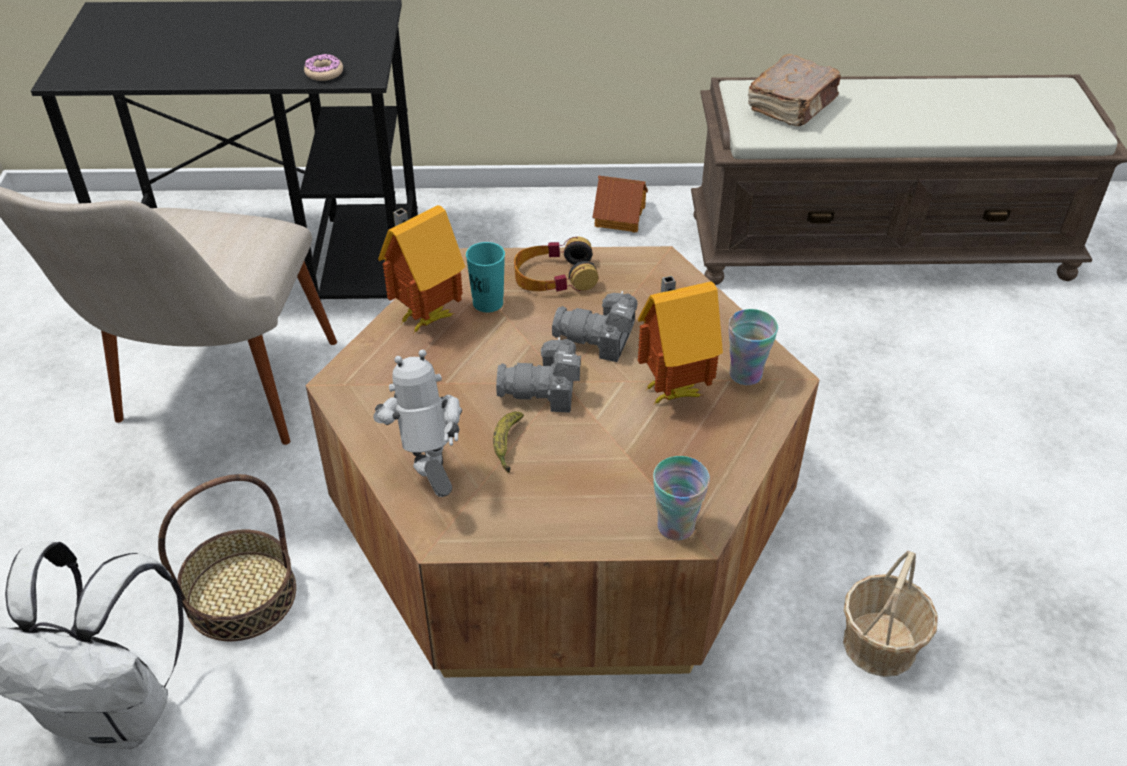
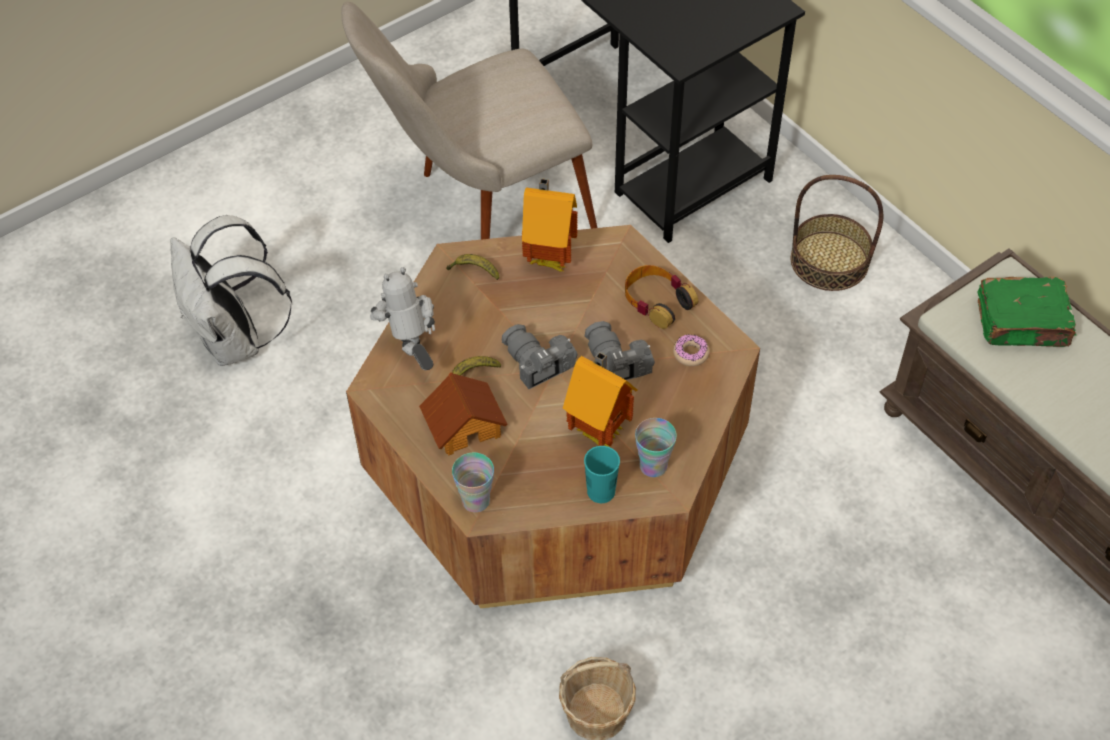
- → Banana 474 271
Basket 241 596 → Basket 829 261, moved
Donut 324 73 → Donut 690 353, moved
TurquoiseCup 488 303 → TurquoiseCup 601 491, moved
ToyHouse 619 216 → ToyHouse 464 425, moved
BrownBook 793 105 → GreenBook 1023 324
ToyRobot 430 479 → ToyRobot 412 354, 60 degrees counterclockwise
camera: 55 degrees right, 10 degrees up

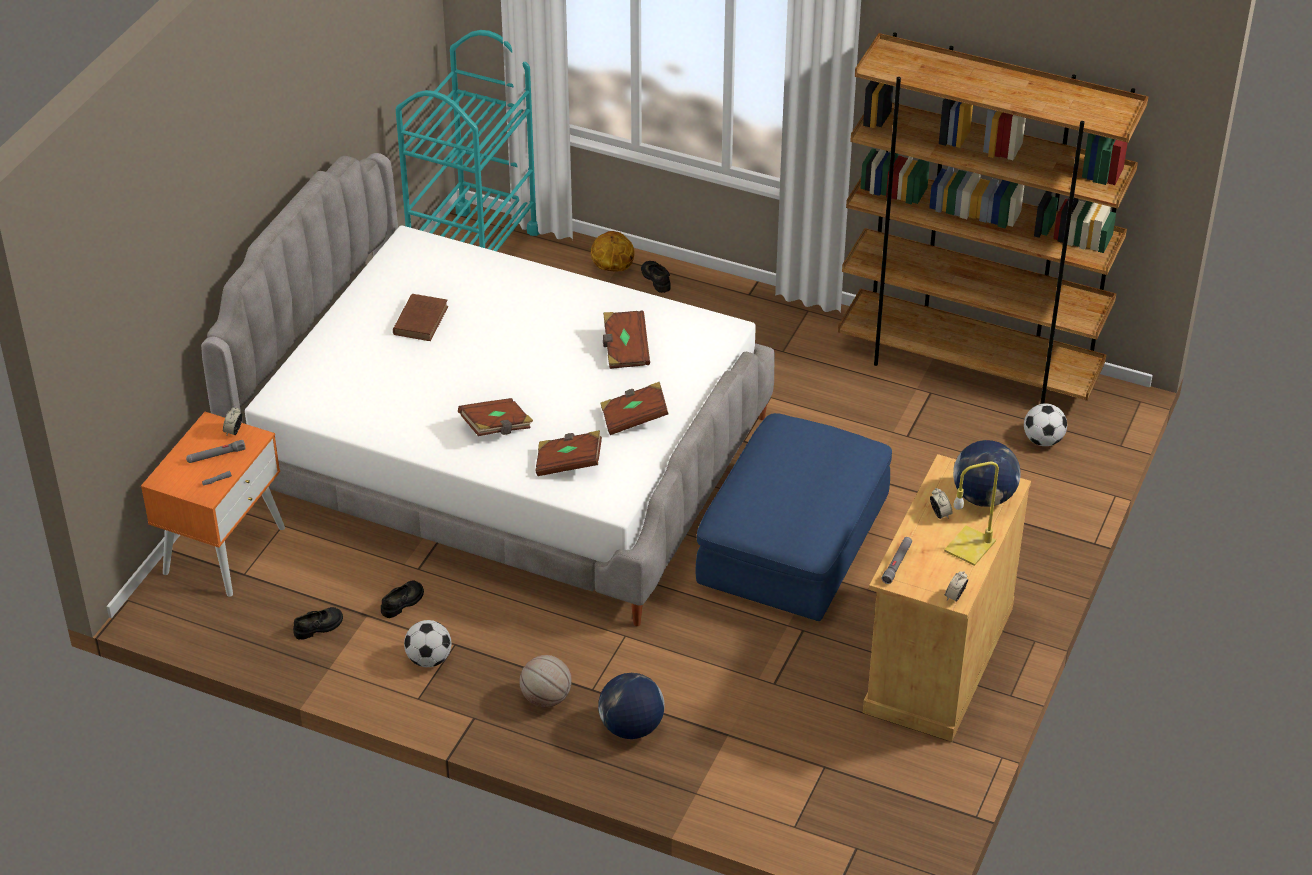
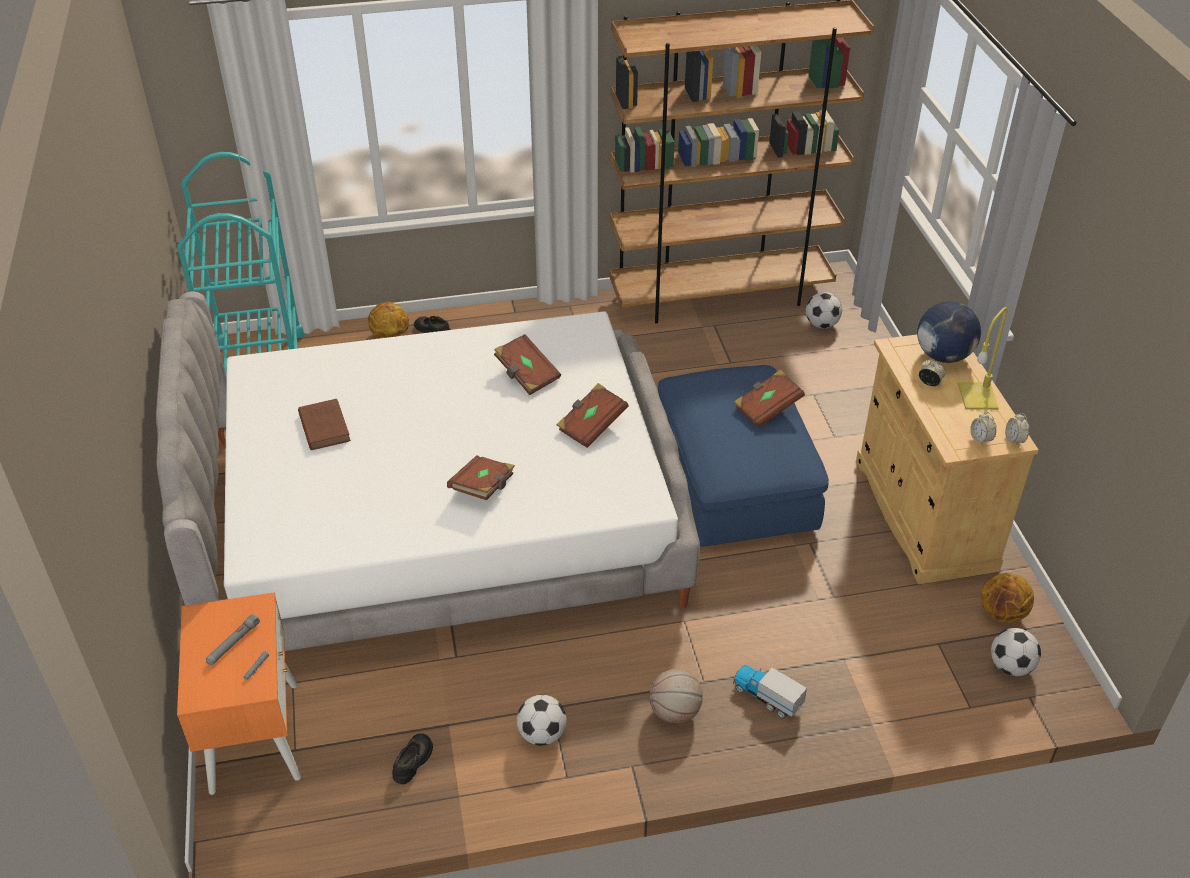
BlackShoe 403 602 → -
GreyFlashlight 897 563 → -
- → Basketball 1002 614
- → Football 1010 666
AlarmClock 234 431 → AlarmClock 980 439, moved
BrownBook 568 463 → BrownBook 767 408, moved
Globe 631 728 → ToyTruck 767 697
camera: 35 degrees left, 0 degrees up

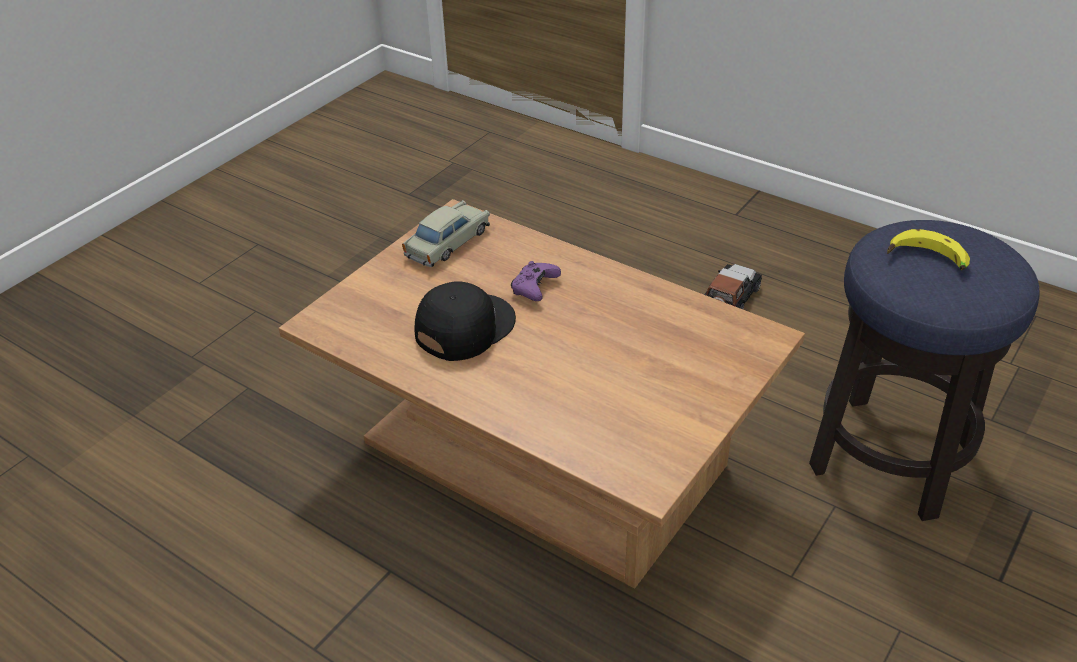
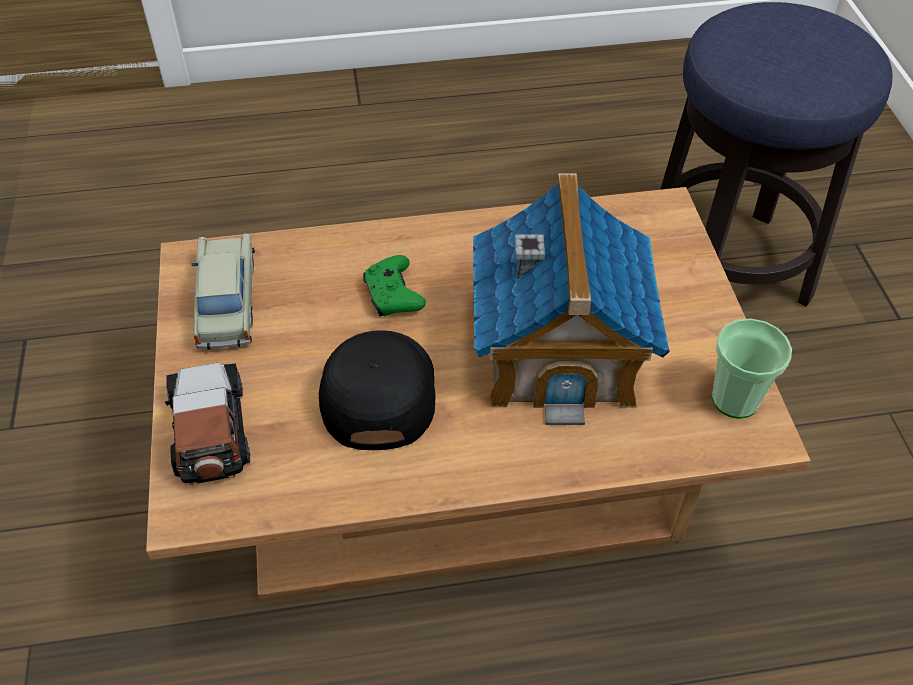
Banana 926 261 → -
- → ToyHouse 559 351
- → Cup 735 399
ToyCar 731 297 → ToyCar 210 431, moved
PurpleGameController 534 288 → GreenGameController 393 296
camera: 45 degrees left, 10 degrees up

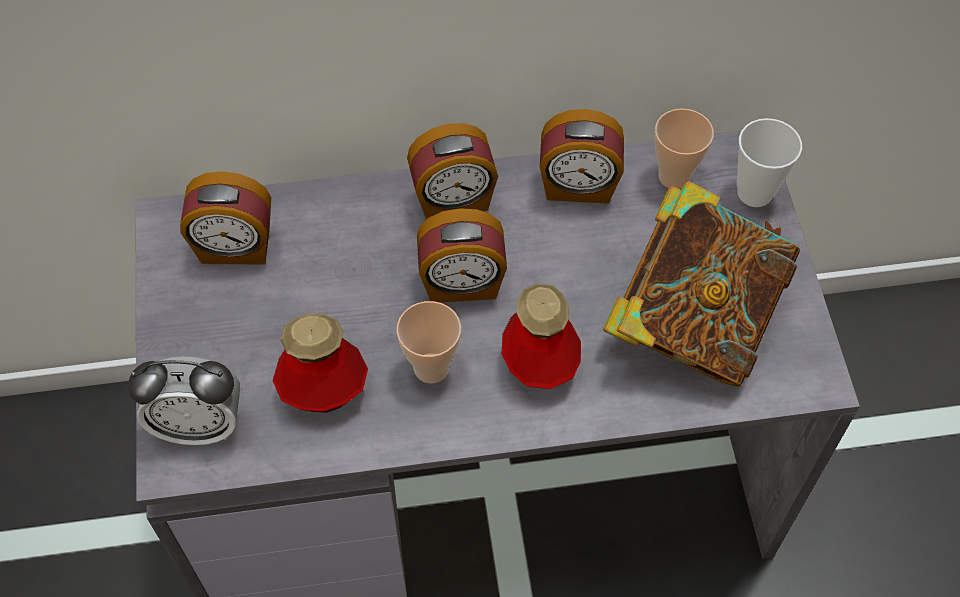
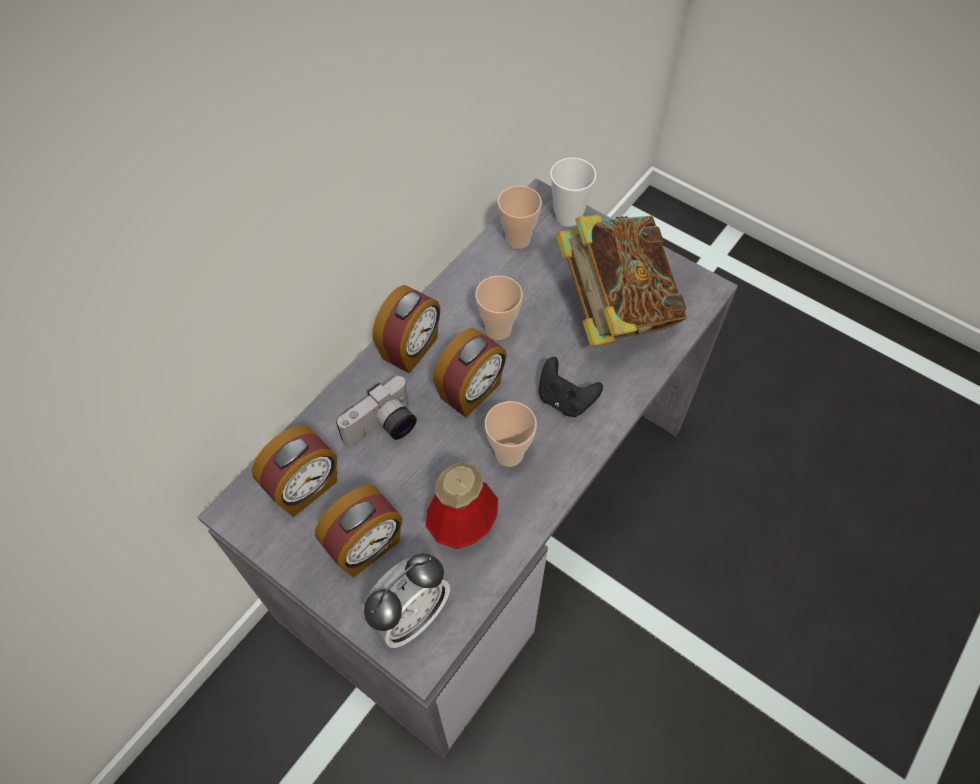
- → PhotoCamera 384 429
- → Cup 498 329
AlarmClock 578 187 → AlarmClock 366 547, moved
Bottle 539 364 → BlackGameController 565 399
camera: 45 degrees left, 0 degrees up

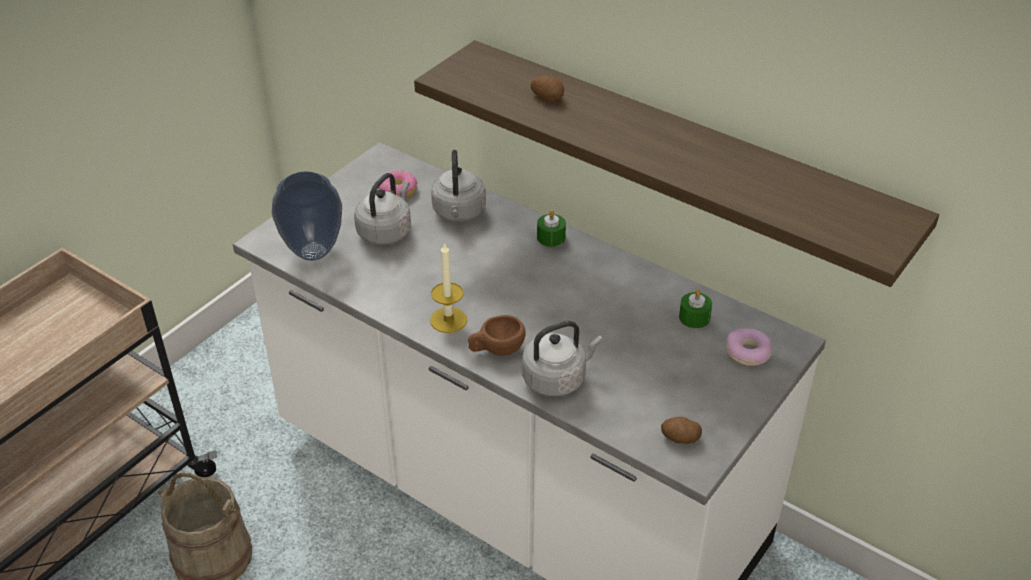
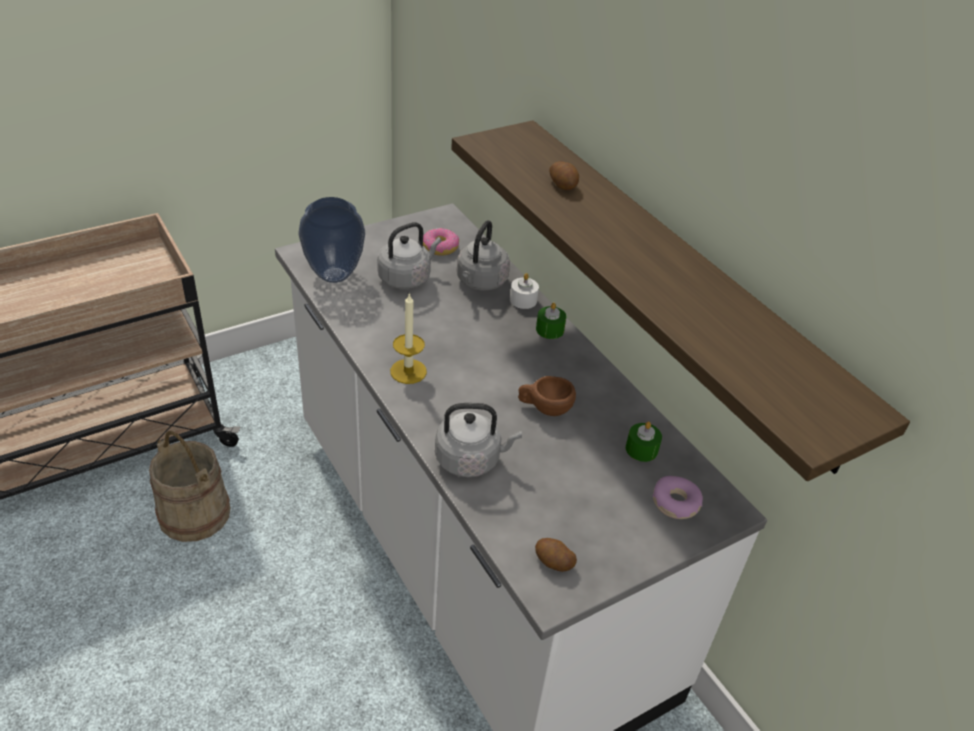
- → WhiteCandle 523 300
BrownCup 496 350 → BrownCup 544 408, moved
camera: 20 degrees right, 0 degrees up

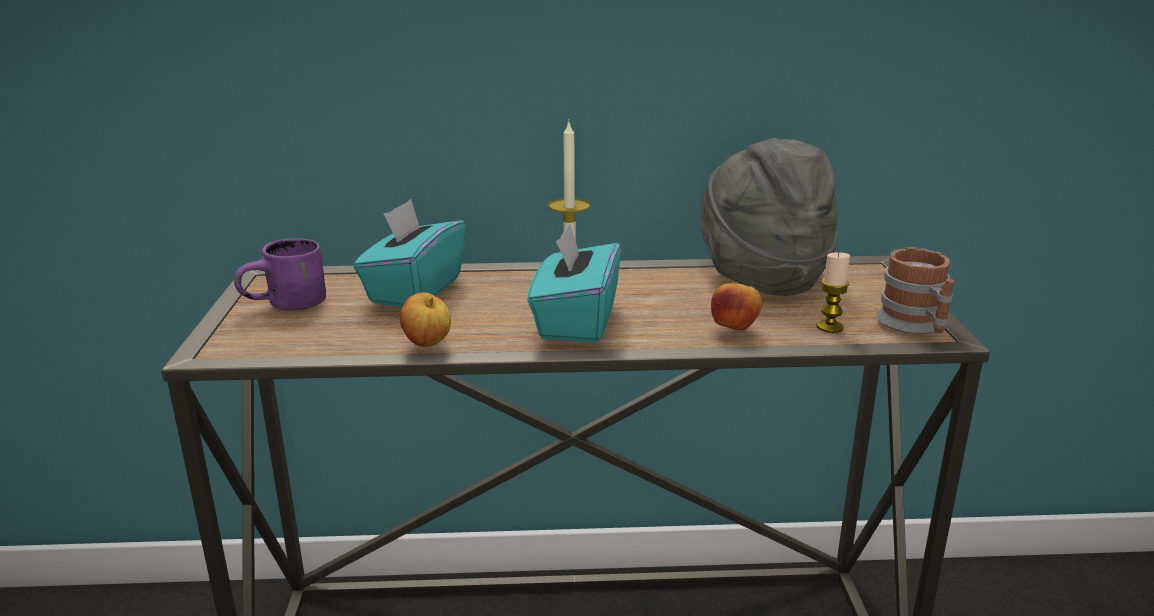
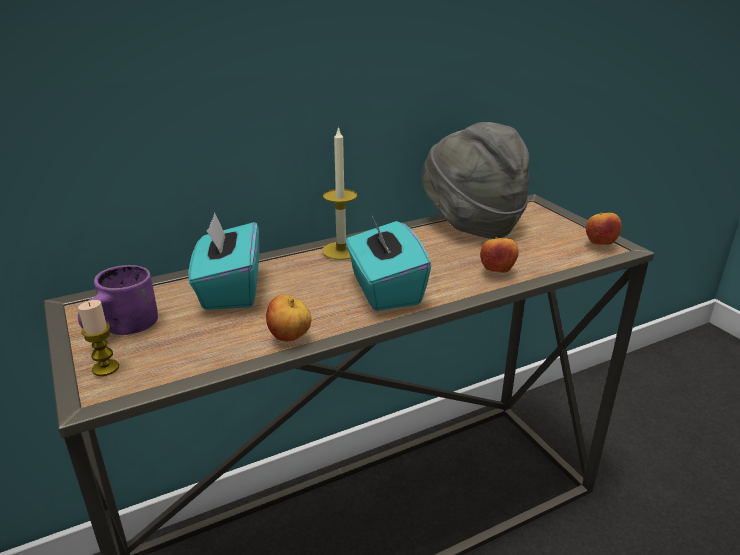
Candle 829 327 → Candle 105 368, moved
Mug 915 326 → Apple 599 244
camera: 25 degrees left, 5 degrees up

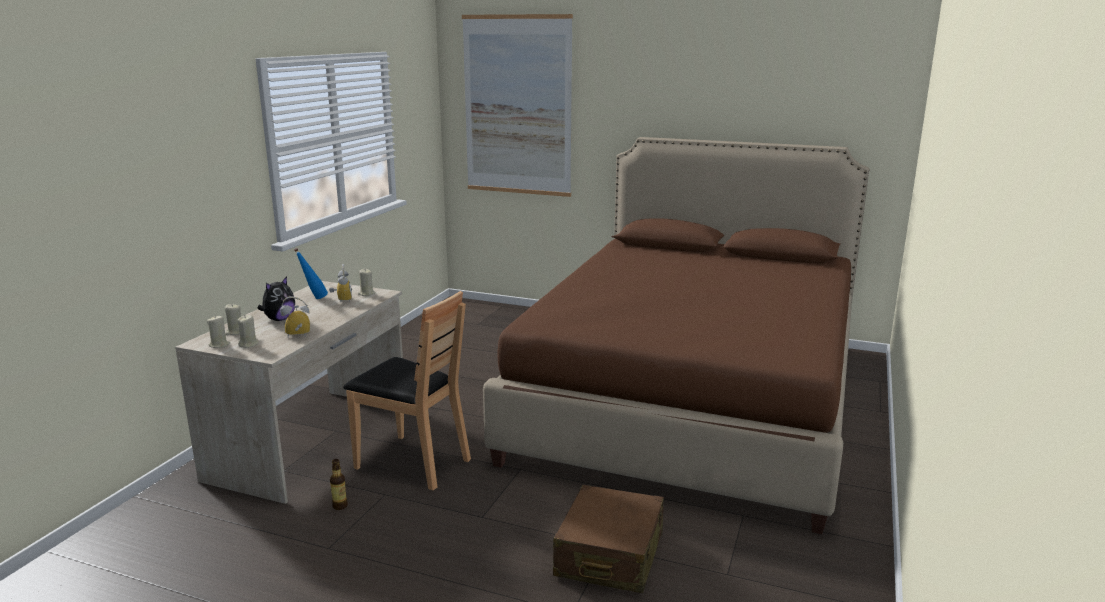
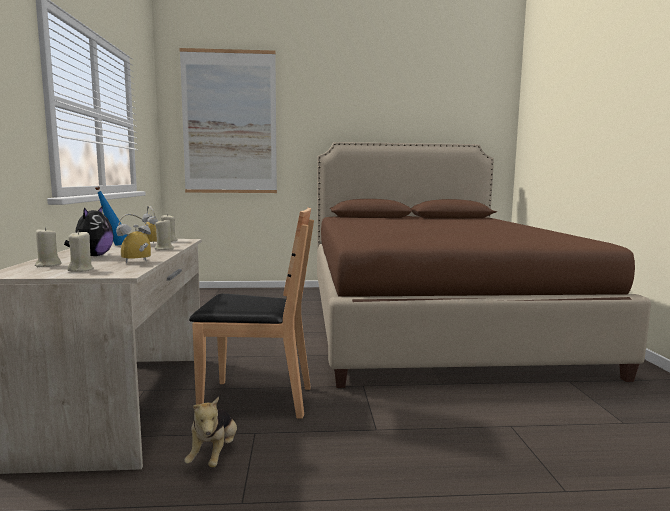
BrownSuitcase 609 555 → -
BeigeCandle 219 345 → BeigeCandle 164 249, moved
Bottle 340 506 → PlushToy 214 455
camera: 25 degrees left, 10 degrees down

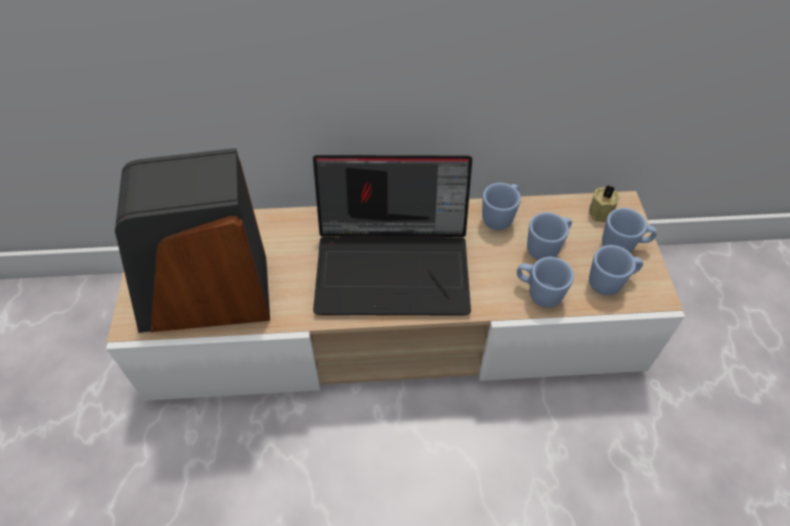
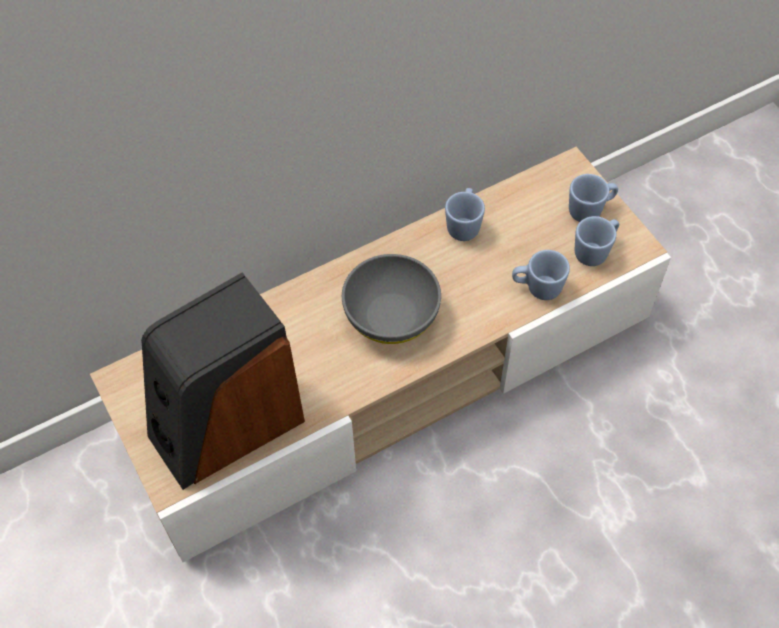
BlueMug 547 247 → -
BeigeCandle 602 212 → -
Laptop 395 265 → GreyBowl 391 316
camera: 25 degrees left, 5 degrees up

